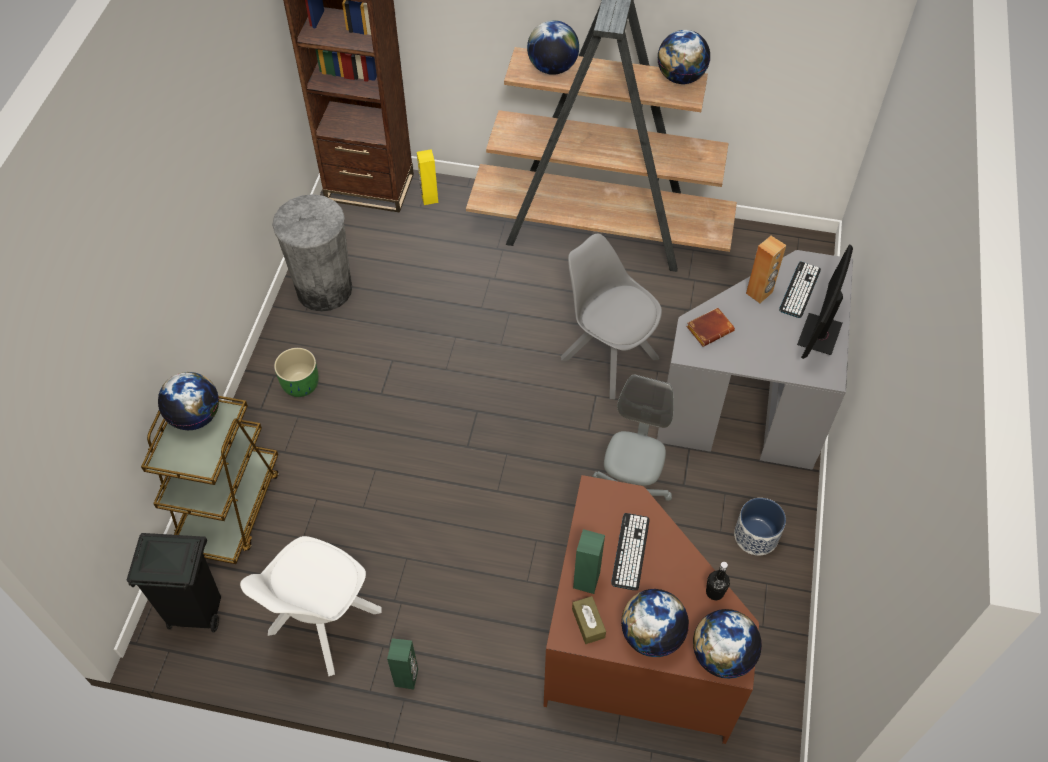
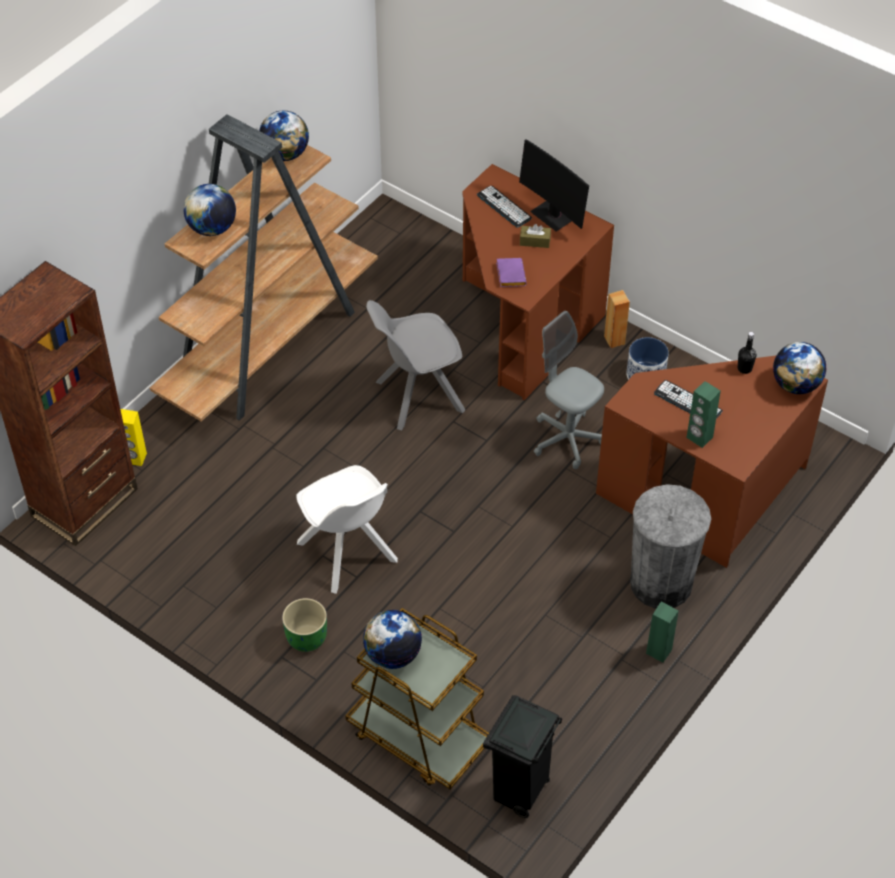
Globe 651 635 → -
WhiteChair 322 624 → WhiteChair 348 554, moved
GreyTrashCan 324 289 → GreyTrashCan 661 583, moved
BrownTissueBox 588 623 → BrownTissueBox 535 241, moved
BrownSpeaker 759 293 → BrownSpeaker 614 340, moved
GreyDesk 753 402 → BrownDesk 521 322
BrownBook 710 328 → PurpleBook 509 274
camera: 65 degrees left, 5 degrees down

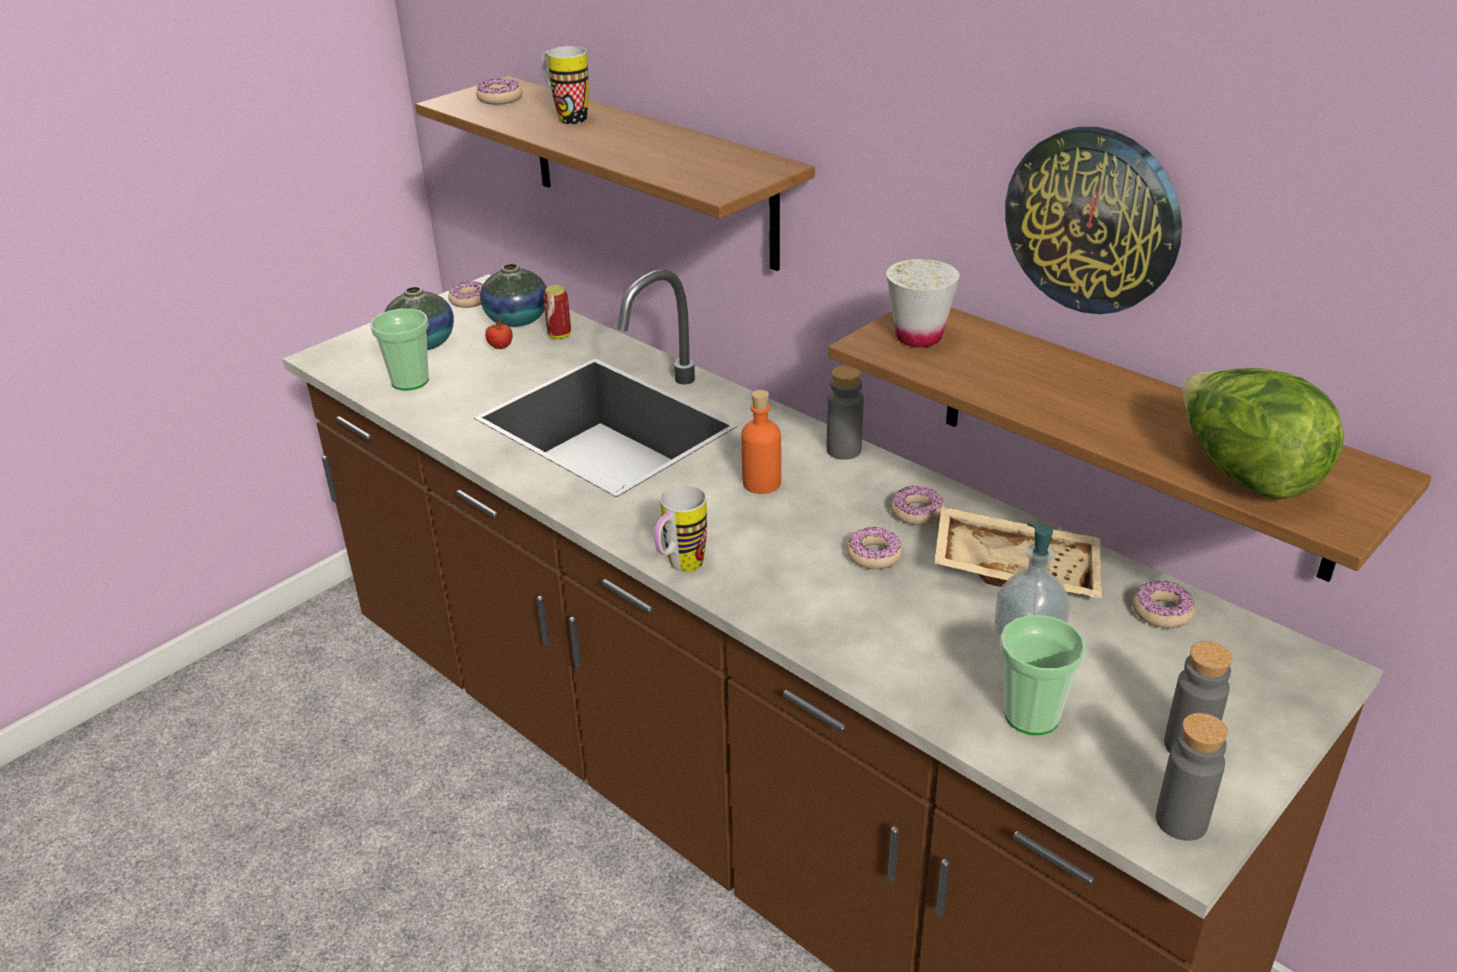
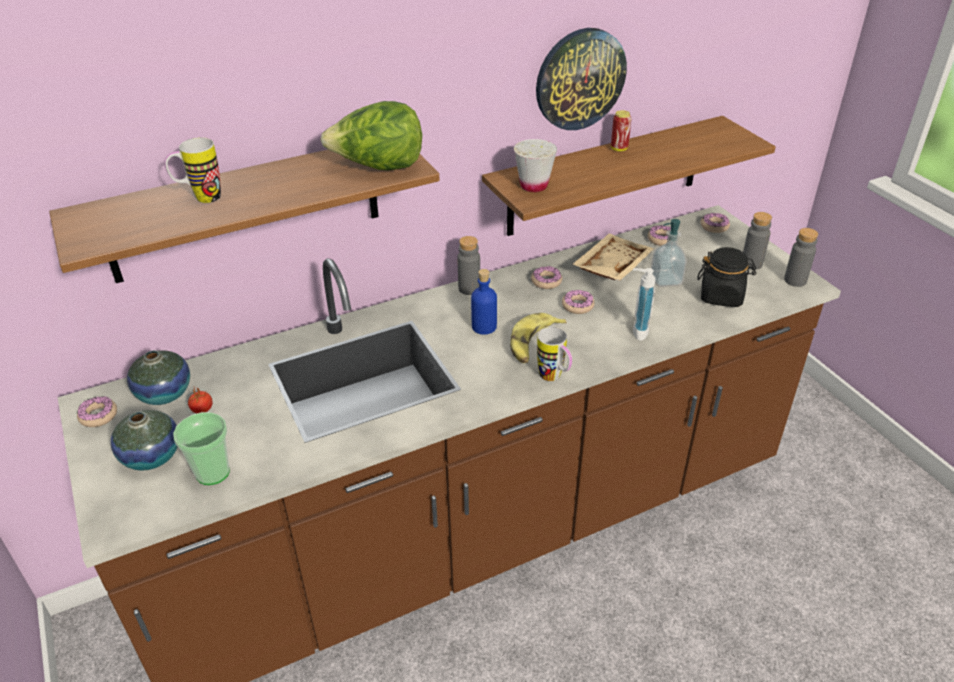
- → Banana 533 344
- → SoapDispenser 636 331
Donut 500 99 → Donut 714 226, moved
Can 559 335 → Can 619 149, moved
Lettuce 1244 474 → Lettuce 378 168, moved
Cup 1031 716 → BlackJar 721 296
OrangeBottle 761 483 → BlueBottle 484 327
camera: 70 degrees left, 5 degrees up

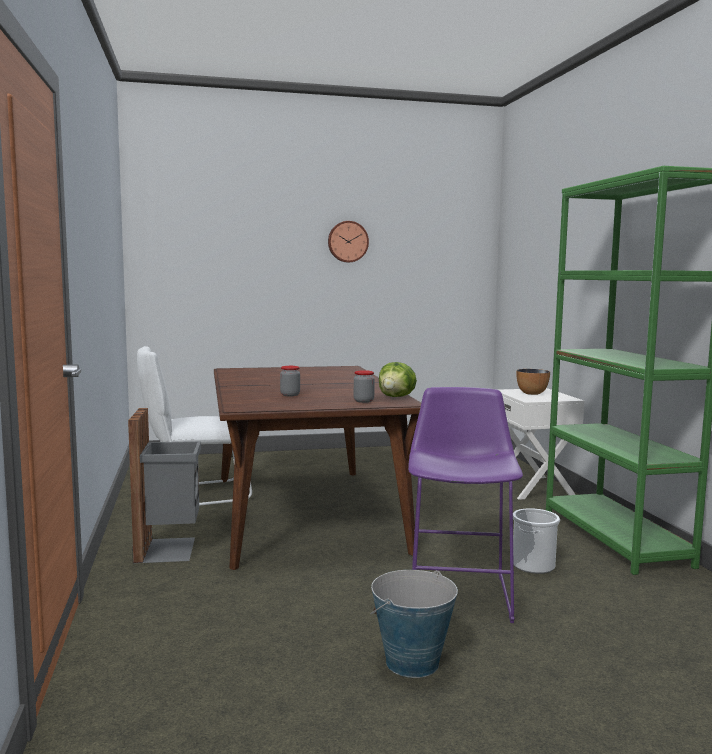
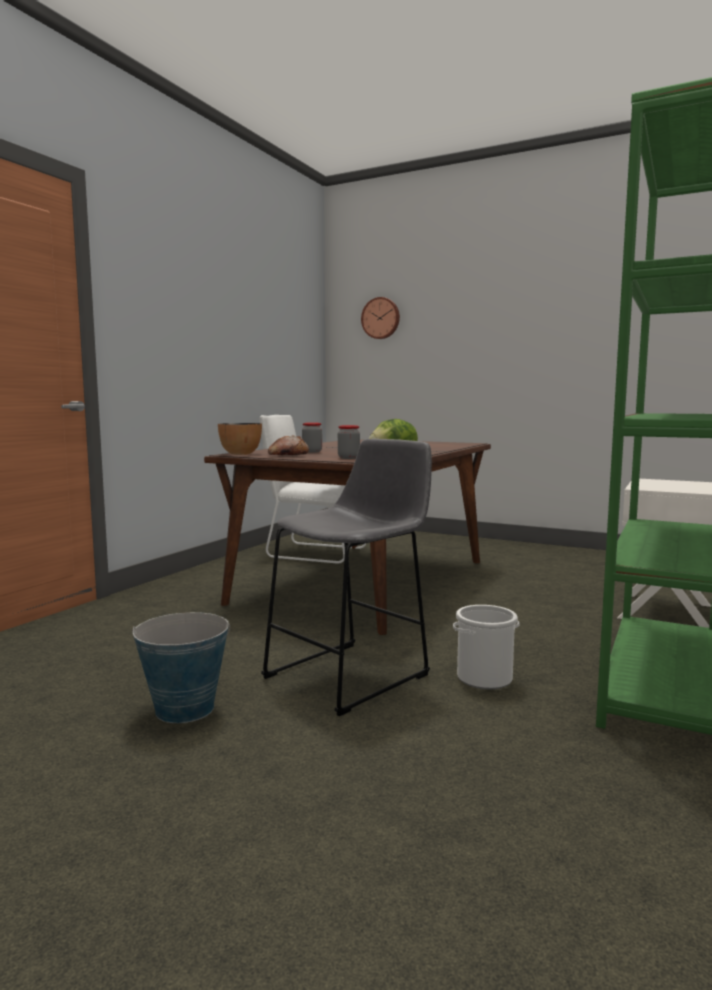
GreyTrashCan 169 549 → -
- → Bread 288 455
WallClock 347 241 → WallClock 381 318, moved
Bowl 531 393 → Bowl 241 454, moved
PurpleStool 459 591 → GreyStool 354 674
camera: 40 degrees right, 0 degrees up

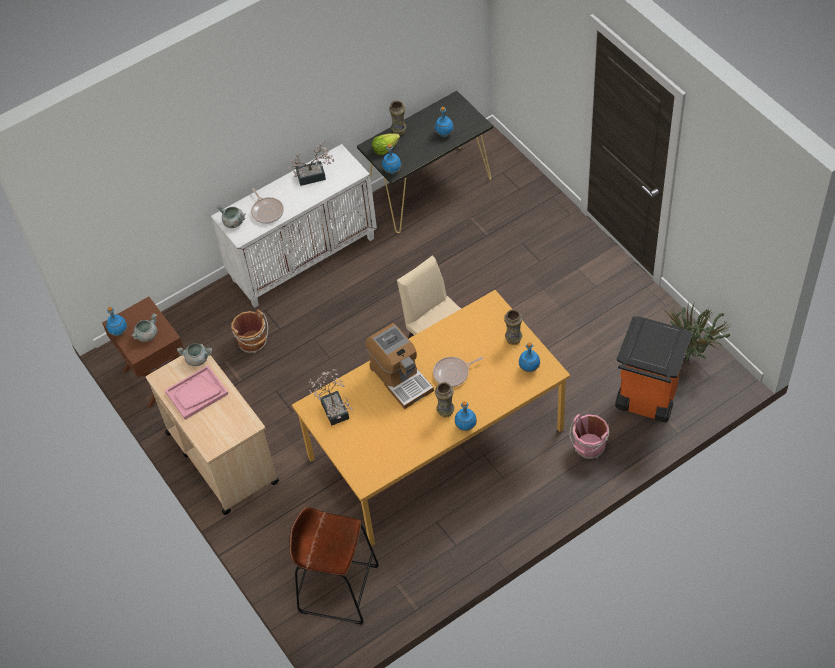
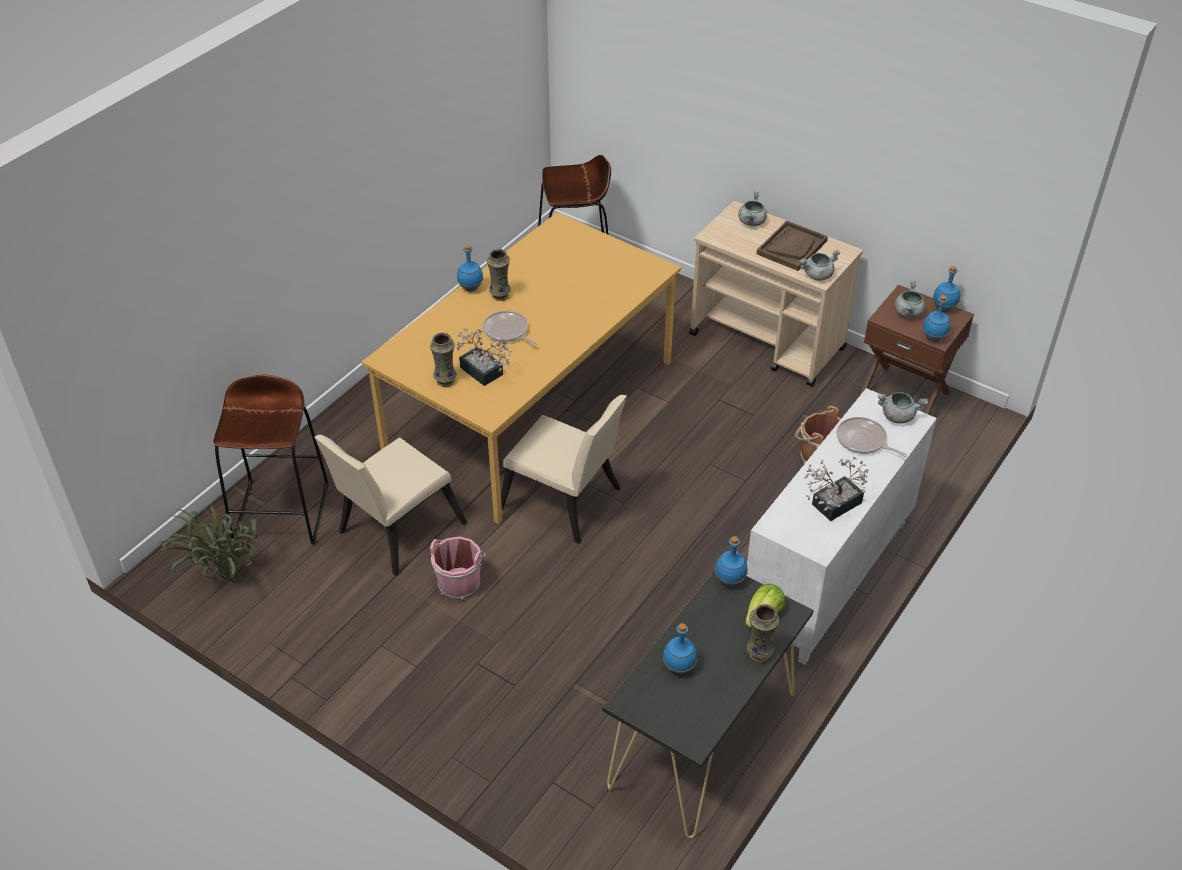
CoffeeMachine 400 378 → -
- → BeigeChair 395 531
- → GreyCookingPot 752 222
PottedPlant 334 407 → PottedPlant 484 374, moved
BlueBottle 529 368 → BlueBottle 933 338, moved
PinkBucket 589 448 → PinkBucket 459 583, moved
OrangeTrashCan 646 399 → BrownStool 281 512
PinkTray 197 393 → BrownTray 791 247
FryingPan 453 373 → FryingPan 507 331, 90 degrees counterclockwise
camera: 155 degrees right, 10 degrees down

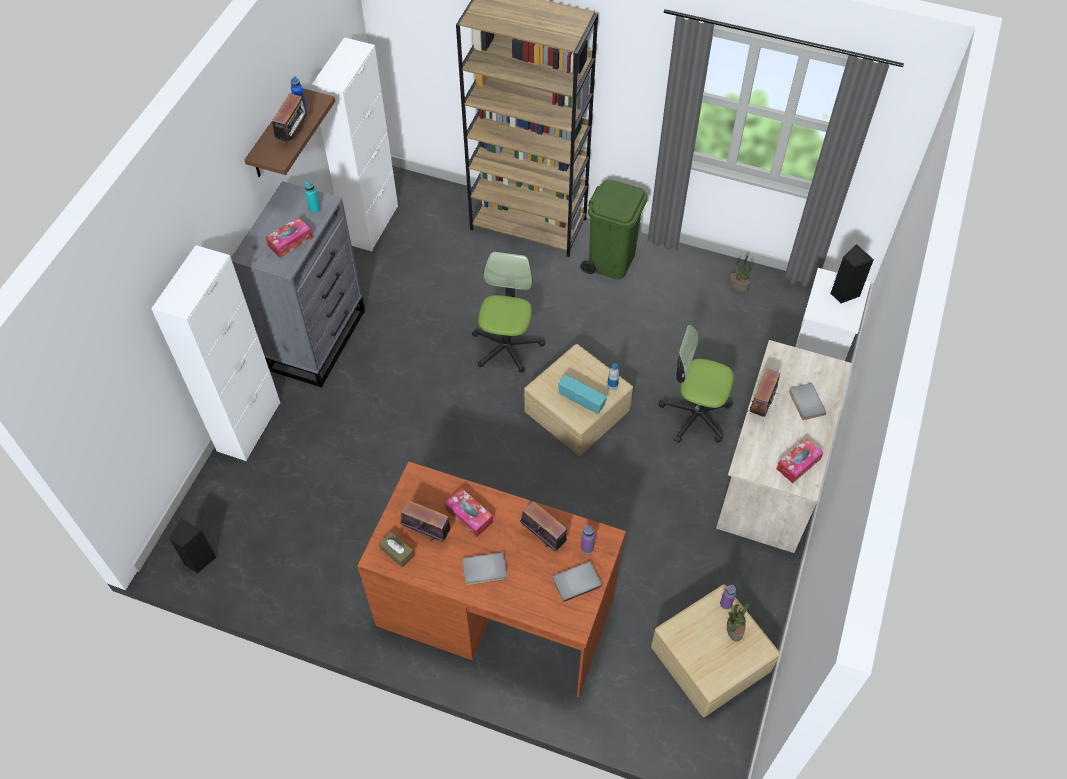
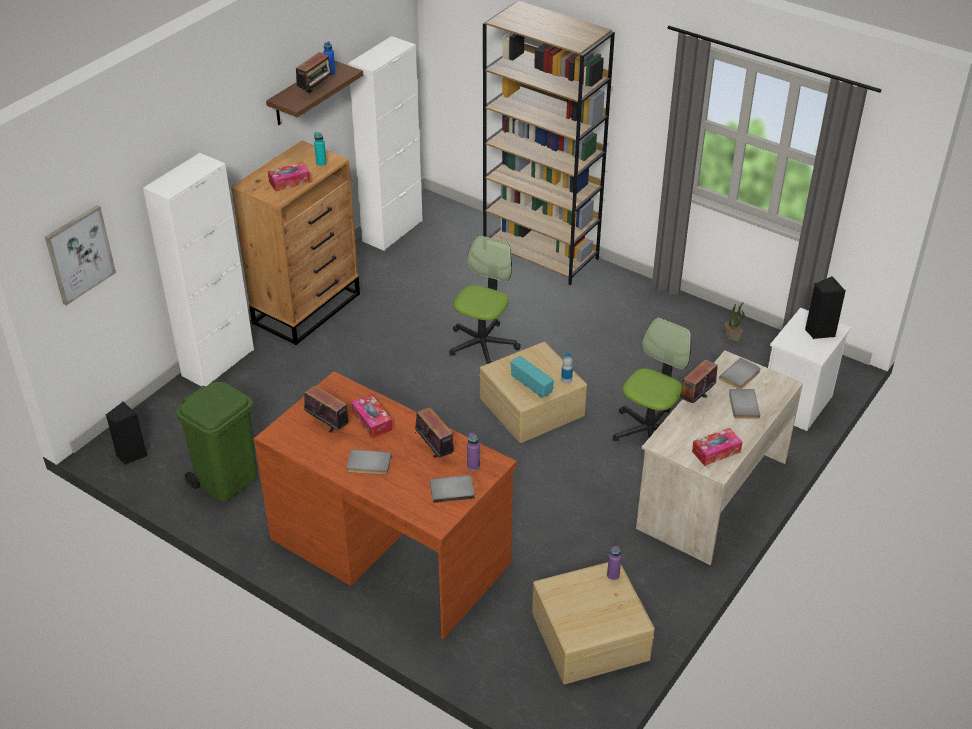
BrownTissueBox 397 552 → -
PottedPlant 734 628 → -
- → Picture 79 254
- → GreyBook 741 375
GreenTrashCan 611 260 → GreenTrashCan 227 479, moved
GreyDresser 317 339 → BrownDresser 307 308
OfficeChair 695 415 → OfficeChair 649 432, 90 degrees clockwise
camera: 15 degrees right, 15 degrees down

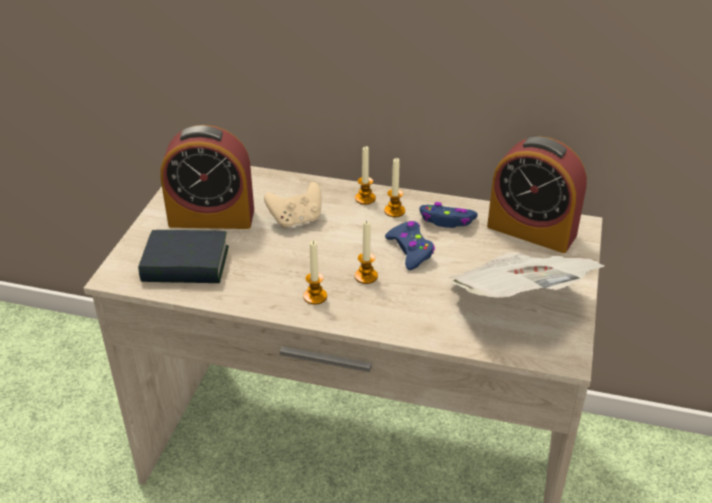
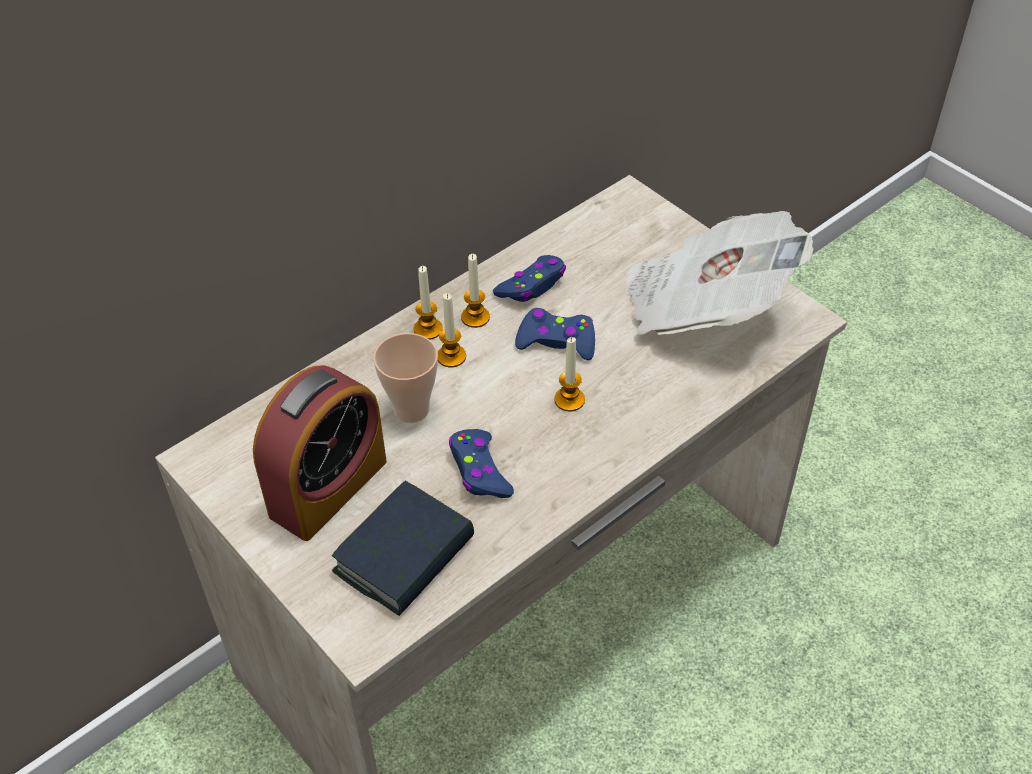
AlarmClock 531 230 → -
- → BlueGameController 479 471
Candle 315 296 → Candle 451 356, moved
BeigeGameController 296 220 → Cup 411 409
camera: 55 degrees left, 10 degrees up

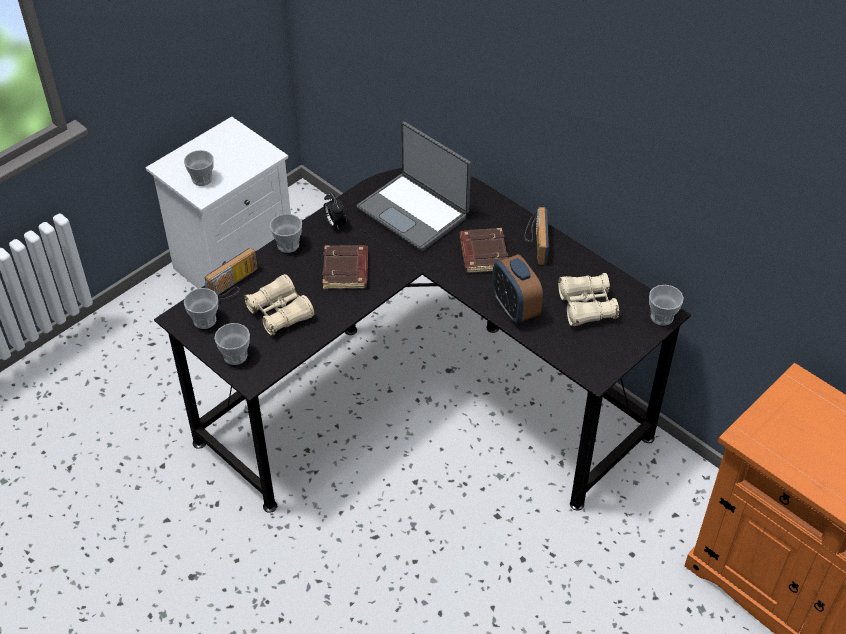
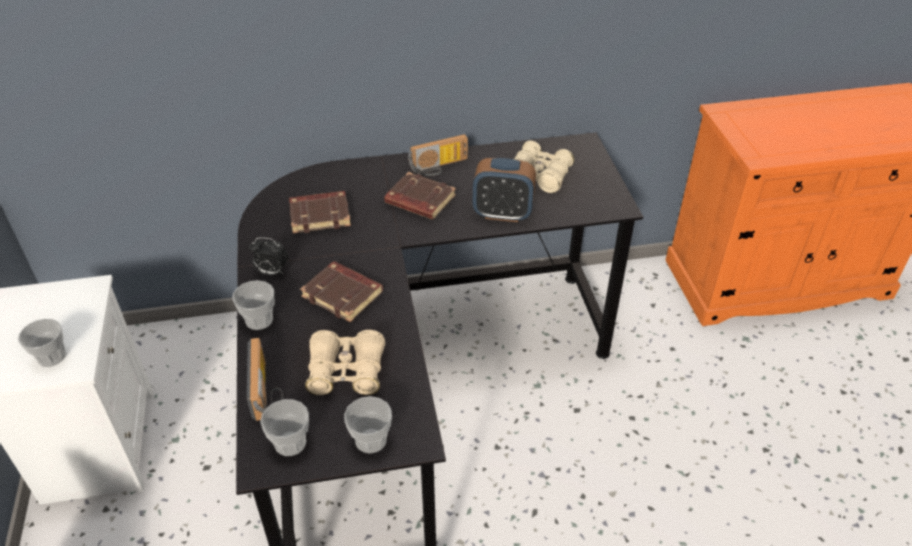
Cup 662 317 → -
Laptop 414 212 → BrownBook 320 215
Radio 535 243 → Radio 439 167, 60 degrees counterclockwise
camera: 55 degrees left, 5 degrees down

